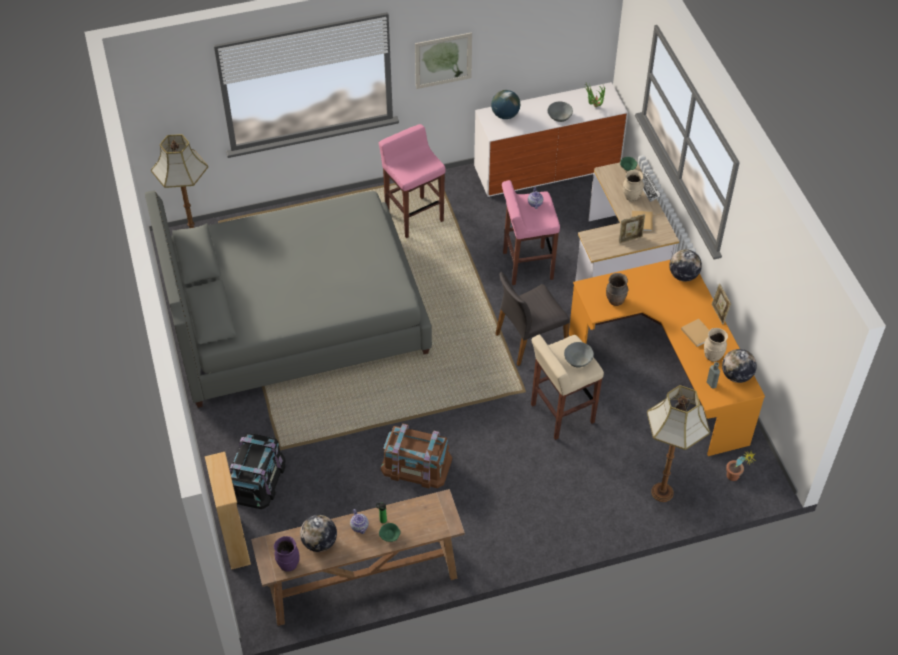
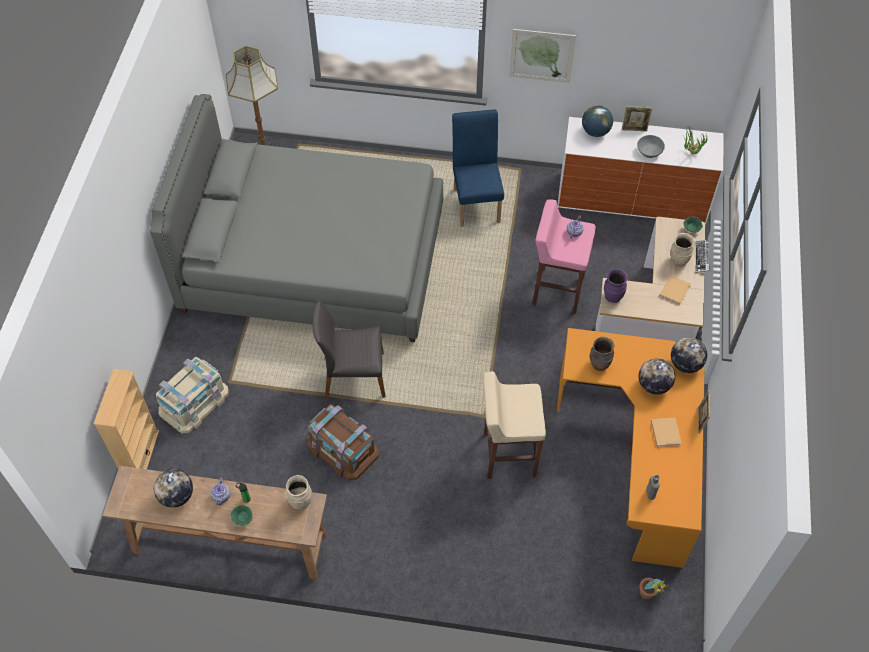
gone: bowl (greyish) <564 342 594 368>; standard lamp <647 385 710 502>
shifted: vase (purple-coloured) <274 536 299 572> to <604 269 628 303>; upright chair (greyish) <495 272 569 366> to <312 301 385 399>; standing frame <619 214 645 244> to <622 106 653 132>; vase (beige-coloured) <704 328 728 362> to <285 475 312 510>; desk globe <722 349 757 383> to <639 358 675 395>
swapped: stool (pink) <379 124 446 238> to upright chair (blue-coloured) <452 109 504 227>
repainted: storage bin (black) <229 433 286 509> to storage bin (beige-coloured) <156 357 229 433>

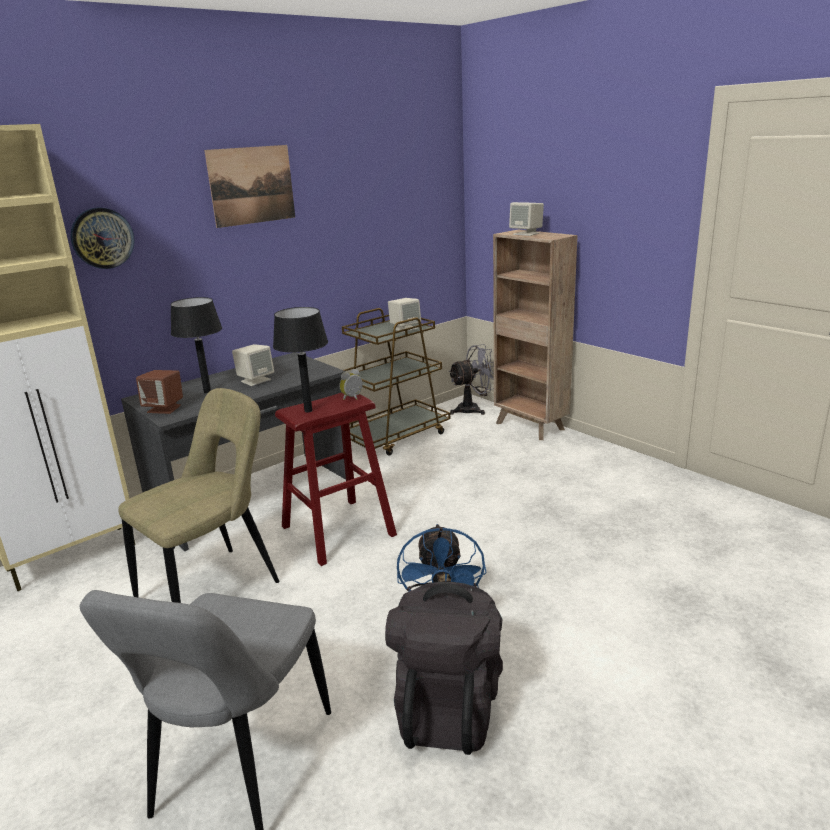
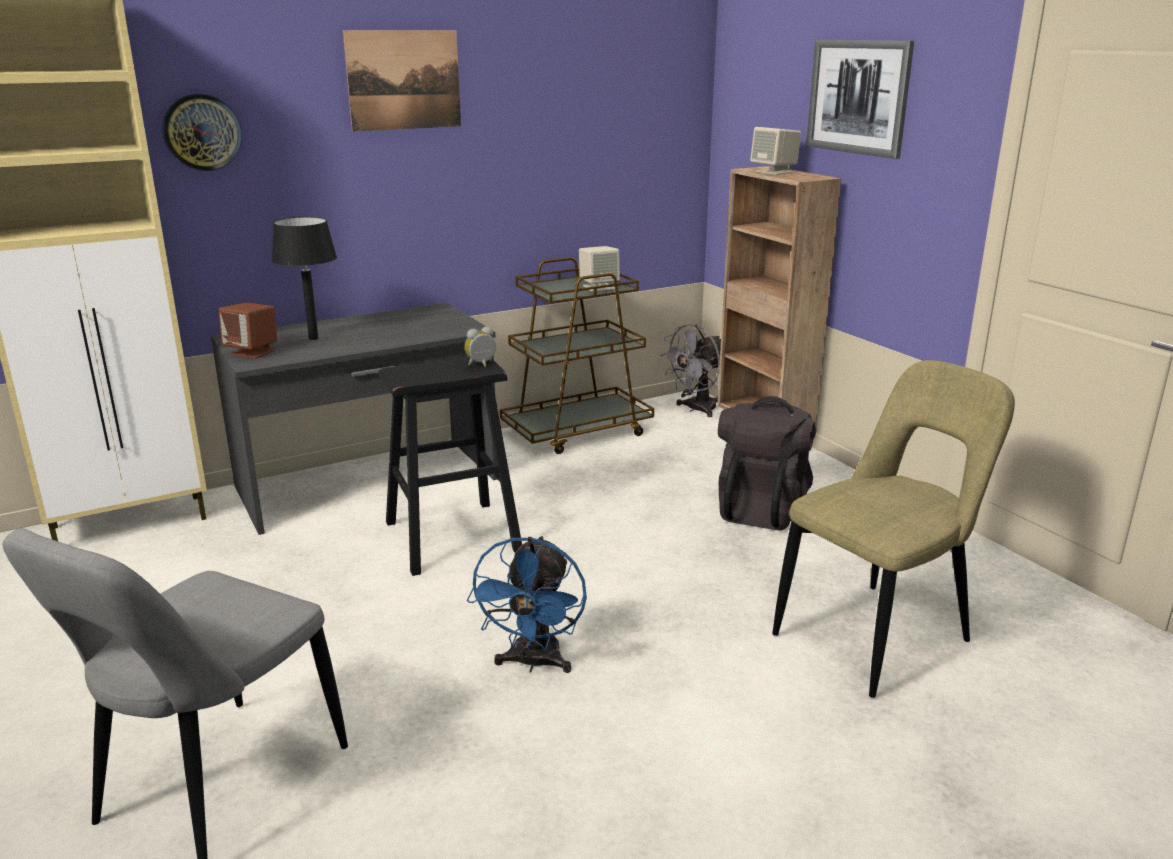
gone: audio speaker (beige-coloured) <232 344 274 386>; tabletop lamp (black) <273 307 328 413>
new: picture <806 40 914 159>
shifted: upright chair (beige-coloured) <118 388 280 603> to <772 360 1015 698>; knapsack (black) <385 582 503 755> to <718 396 817 530>
repainted: stool (red-coloured) <275 392 397 566> to stool (black) <379 357 522 576>
rotated: fan (greyish) <449 344 494 415> = <660 324 721 417> 150 degrees clockwise

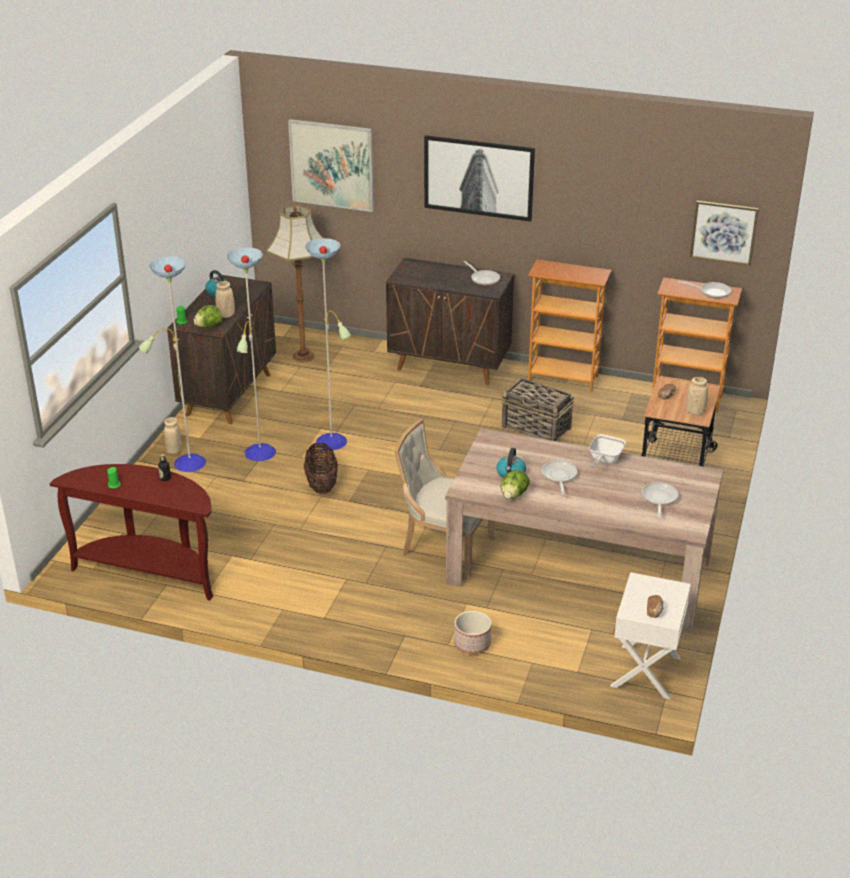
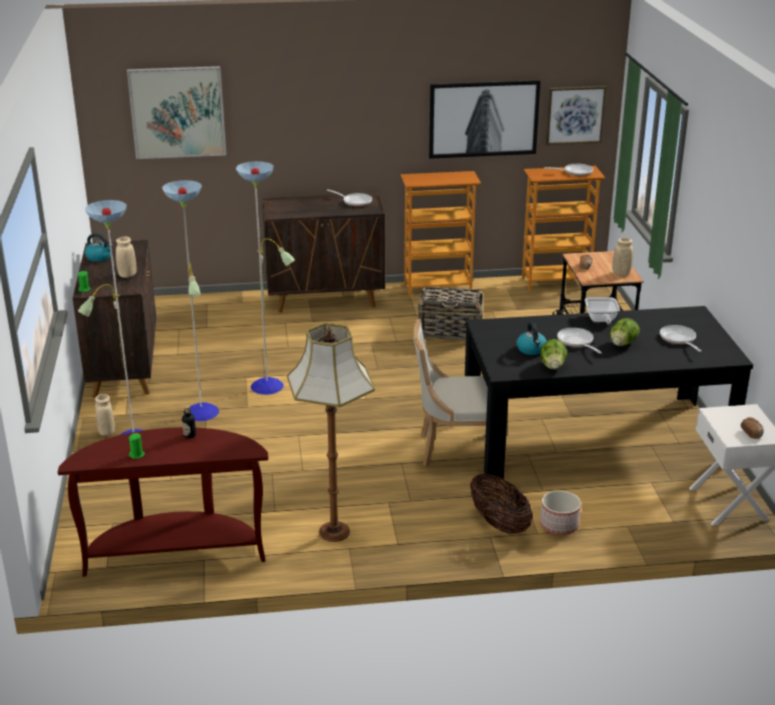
shifted: head of lettuce <194 305 222 328> to <610 318 640 346>; standard lamp <266 205 324 362> to <287 323 375 542>; storage basket <304 443 338 494> to <470 473 533 534>; picture <424 135 535 222> to <429 80 541 159>
repainted: kitchen table (beige-coloured) <445 428 724 634> to kitchen table (black) <465 306 753 480>

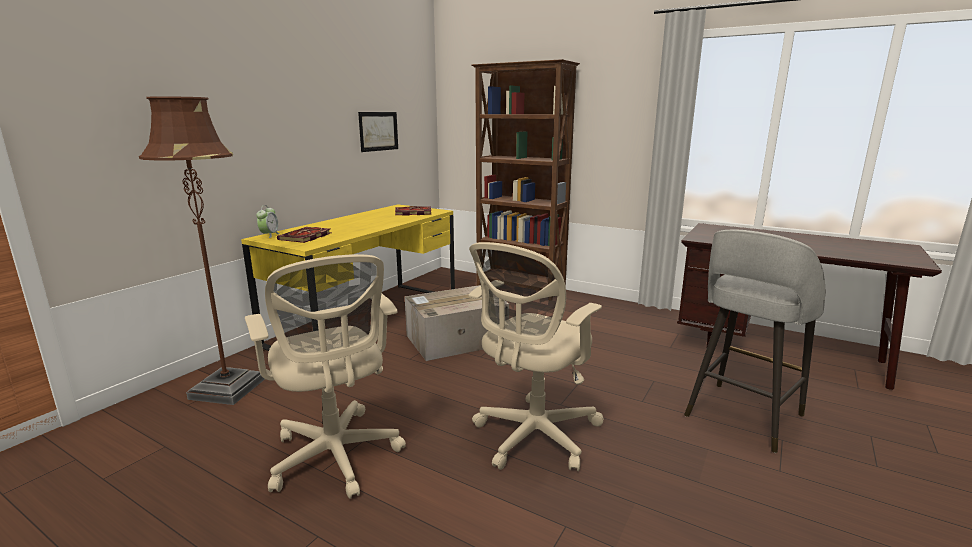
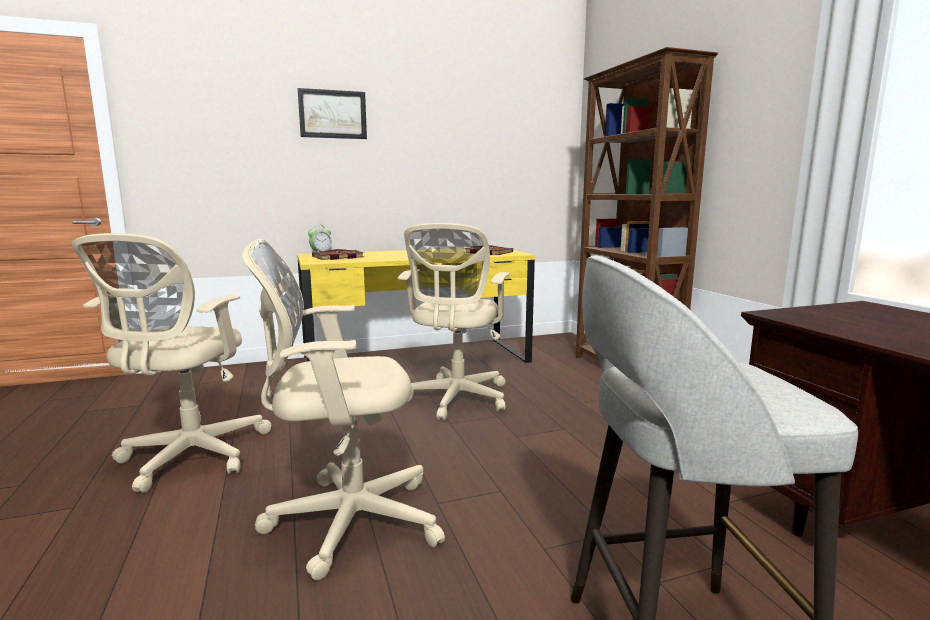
gone: standard lamp (brown) <139 96 265 405>
shifted: picture <358 112 398 152> to <298 88 367 139>
swapped: carton <405 285 509 361> to office chair (beige-coloured) <398 223 509 421>

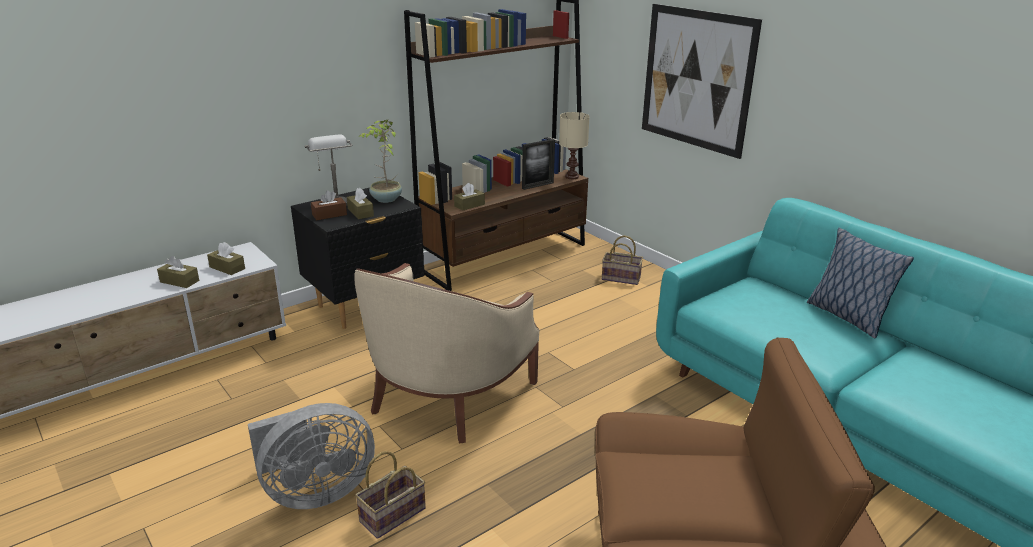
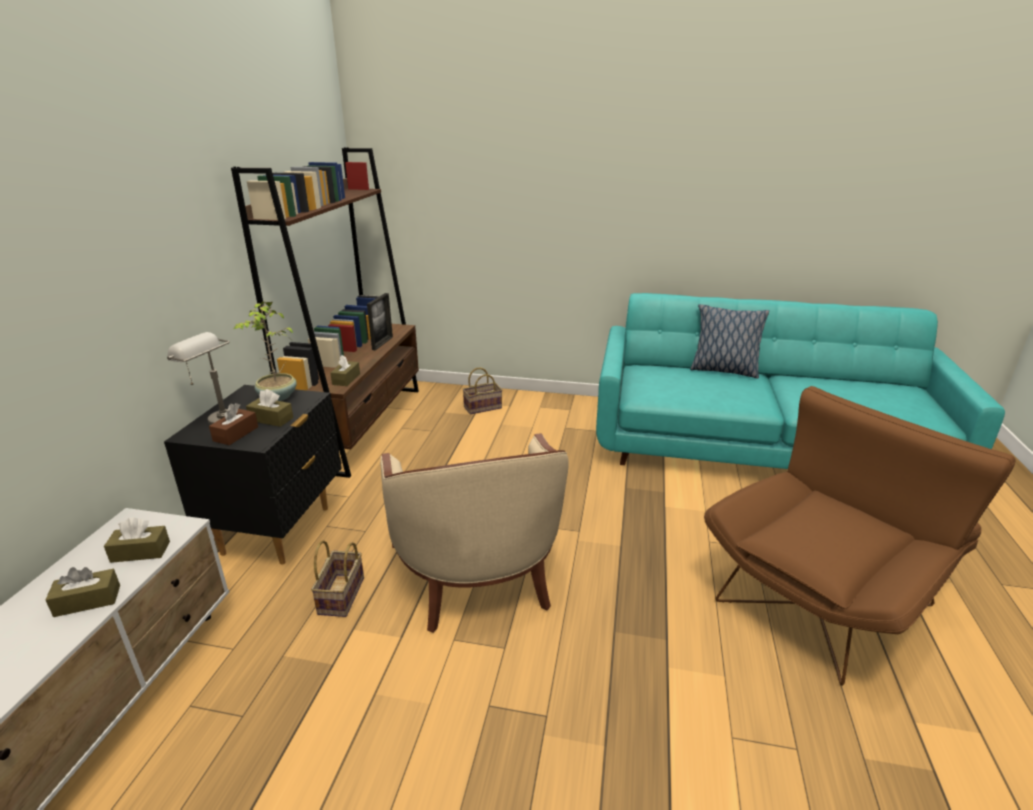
gone: fan (greyish) <248 403 375 509>; tabletop lamp (beige-coloured) <559 112 590 179>; picture <642 4 762 159>
shifted: storage basket <355 451 426 539> to <311 540 364 617>

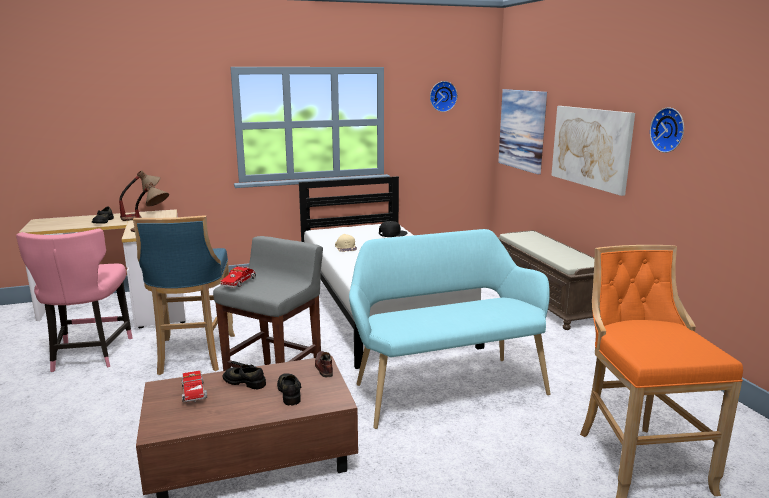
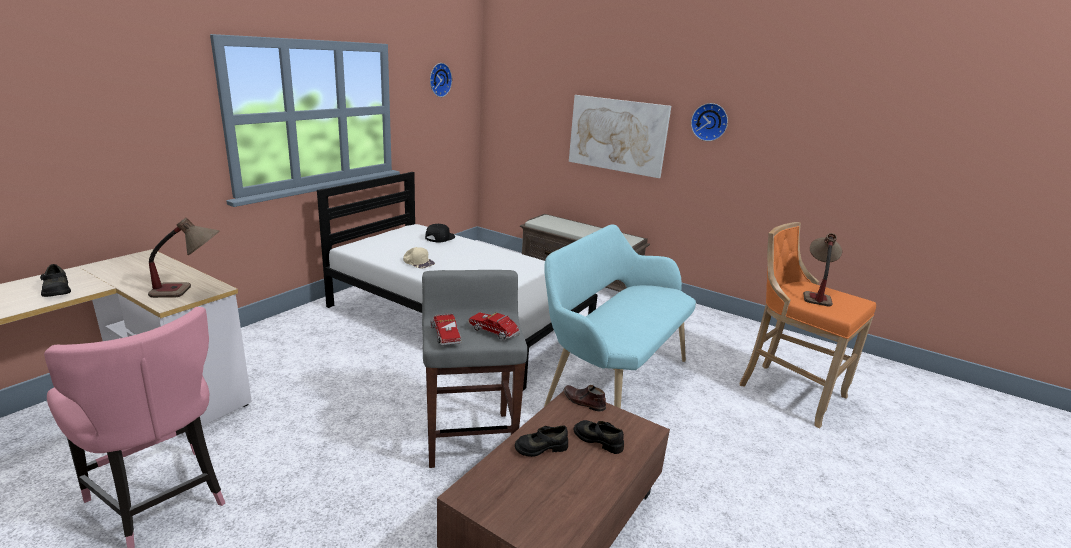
gone: stool (blue-coloured) <133 215 235 375>; picture <498 89 547 174>
shifted: tabletop lamp <119 170 161 221> to <803 233 842 306>; toy truck <182 371 207 403> to <469 312 520 340>

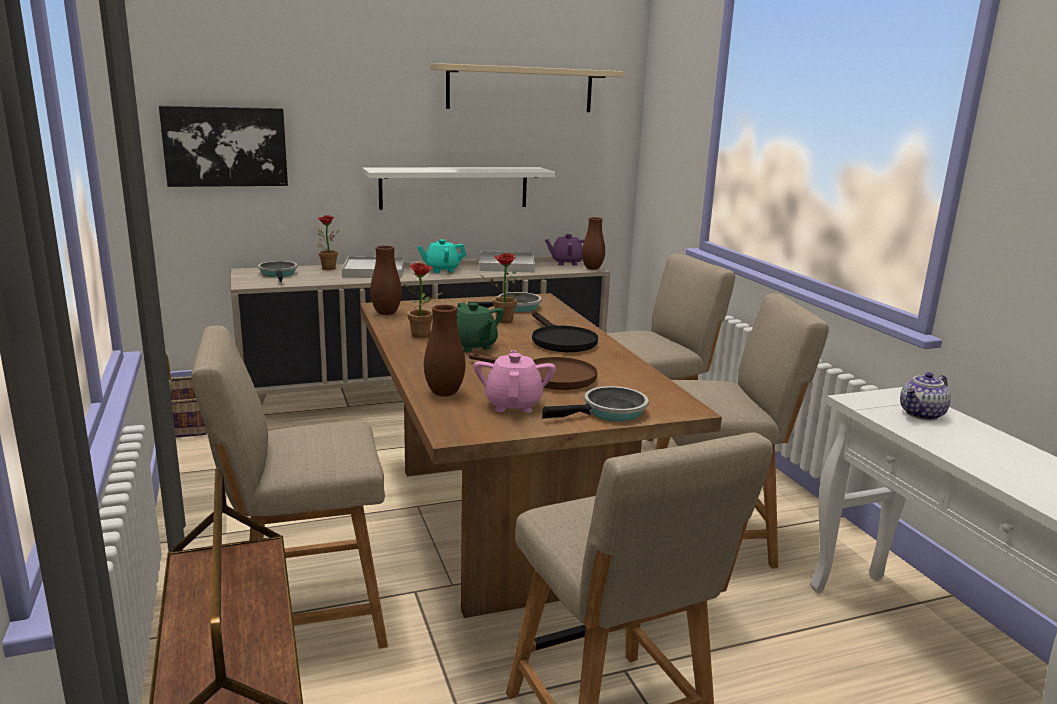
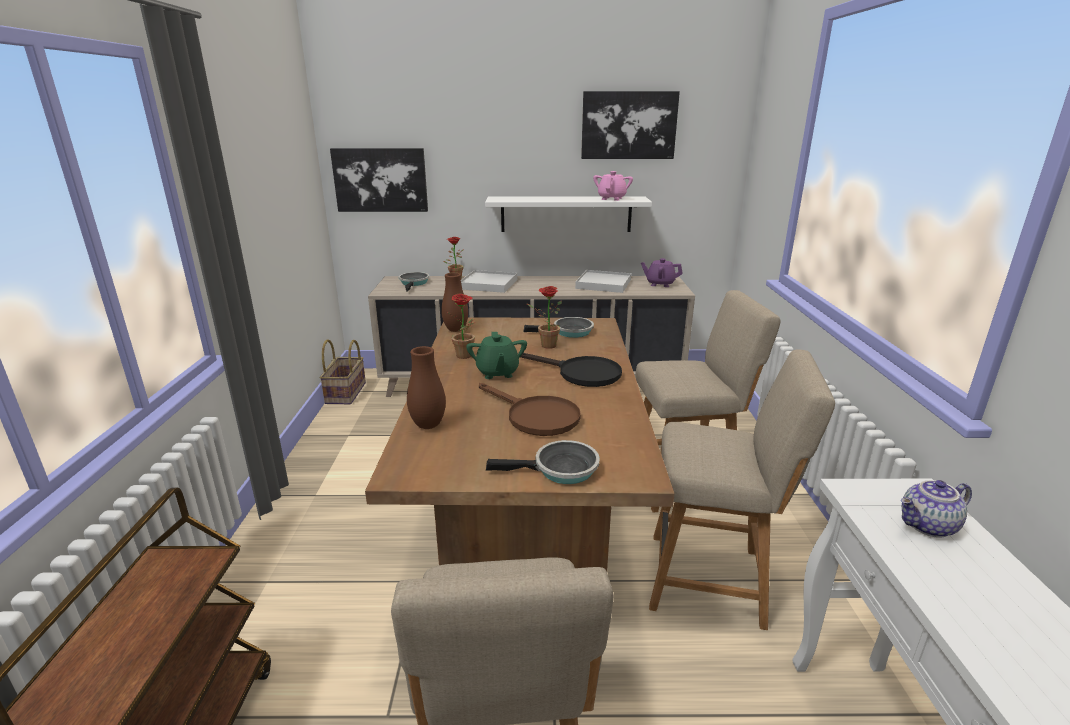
gone: upright chair (beige-coloured) <191 325 388 649>; teapot (turquoise-coloured) <417 239 466 273>; vase (brown) <582 217 605 270>
shifted: teapot (pink) <474 350 556 413> to <593 171 633 201>
swapped: wall shelf (beige-coloured) <430 63 623 112> to picture <581 91 680 159>
rotated: frying pan (black) <532 312 598 352> = <520 353 622 387> 60 degrees counterclockwise

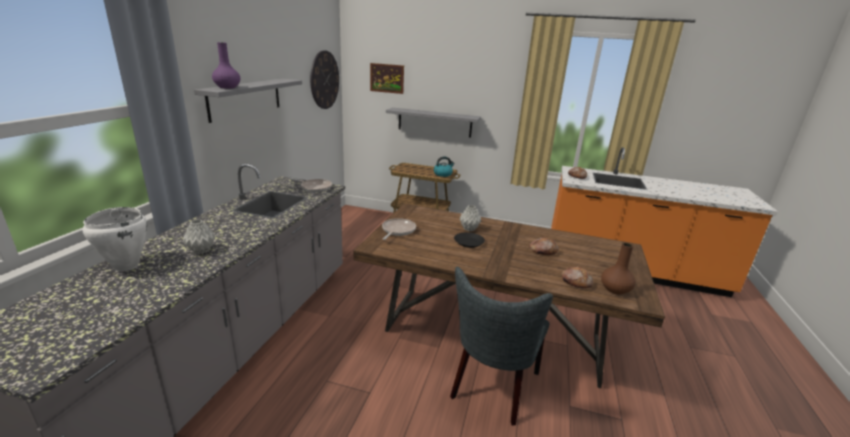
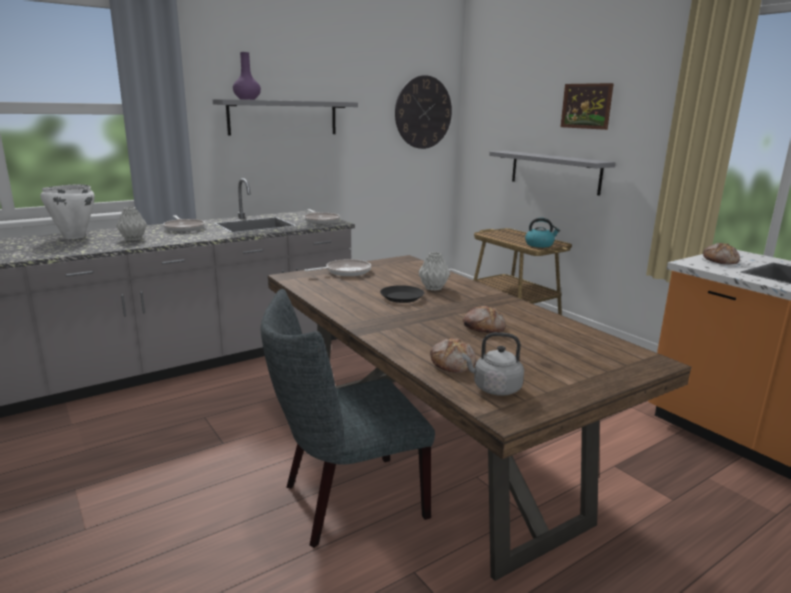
new: frying pan <163 215 205 232>
shifted: picture <370 63 404 94> to <560 83 614 130>
swapped: vase (brown) <601 243 636 295> to kettle (greyish) <462 332 524 396>

